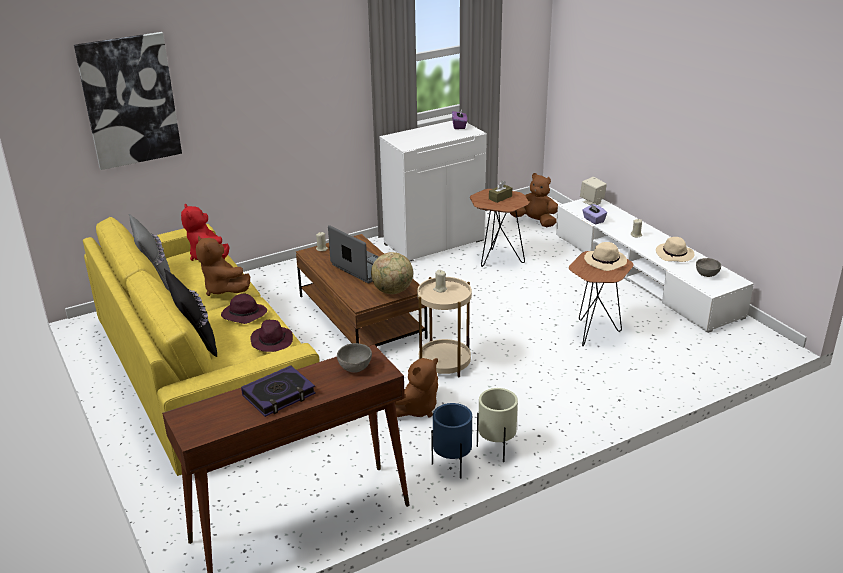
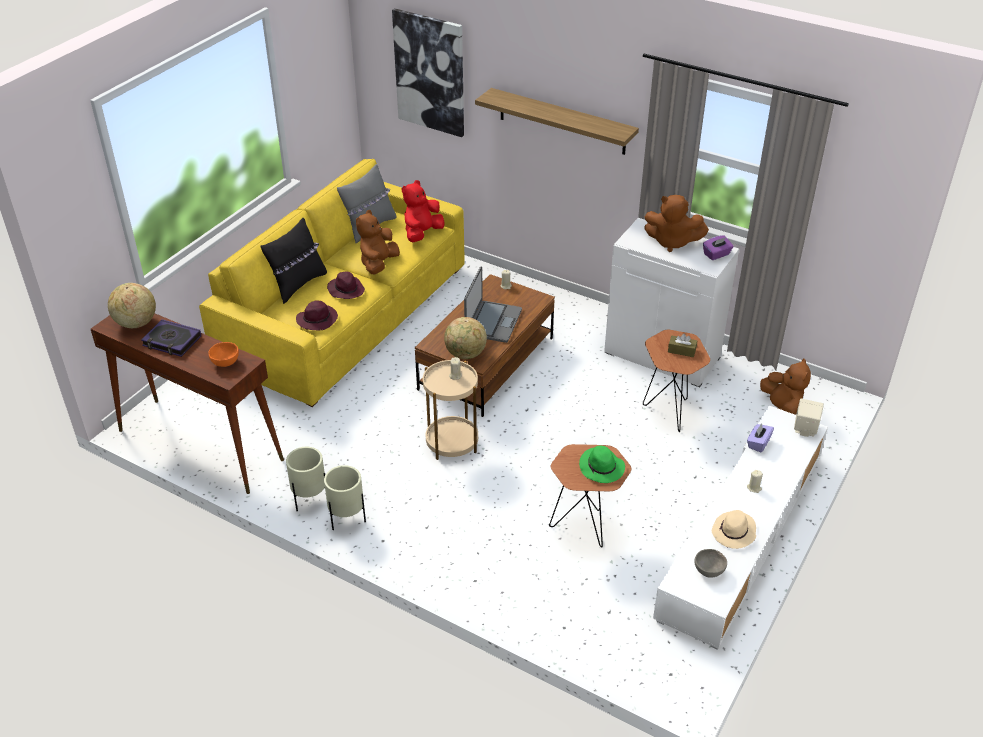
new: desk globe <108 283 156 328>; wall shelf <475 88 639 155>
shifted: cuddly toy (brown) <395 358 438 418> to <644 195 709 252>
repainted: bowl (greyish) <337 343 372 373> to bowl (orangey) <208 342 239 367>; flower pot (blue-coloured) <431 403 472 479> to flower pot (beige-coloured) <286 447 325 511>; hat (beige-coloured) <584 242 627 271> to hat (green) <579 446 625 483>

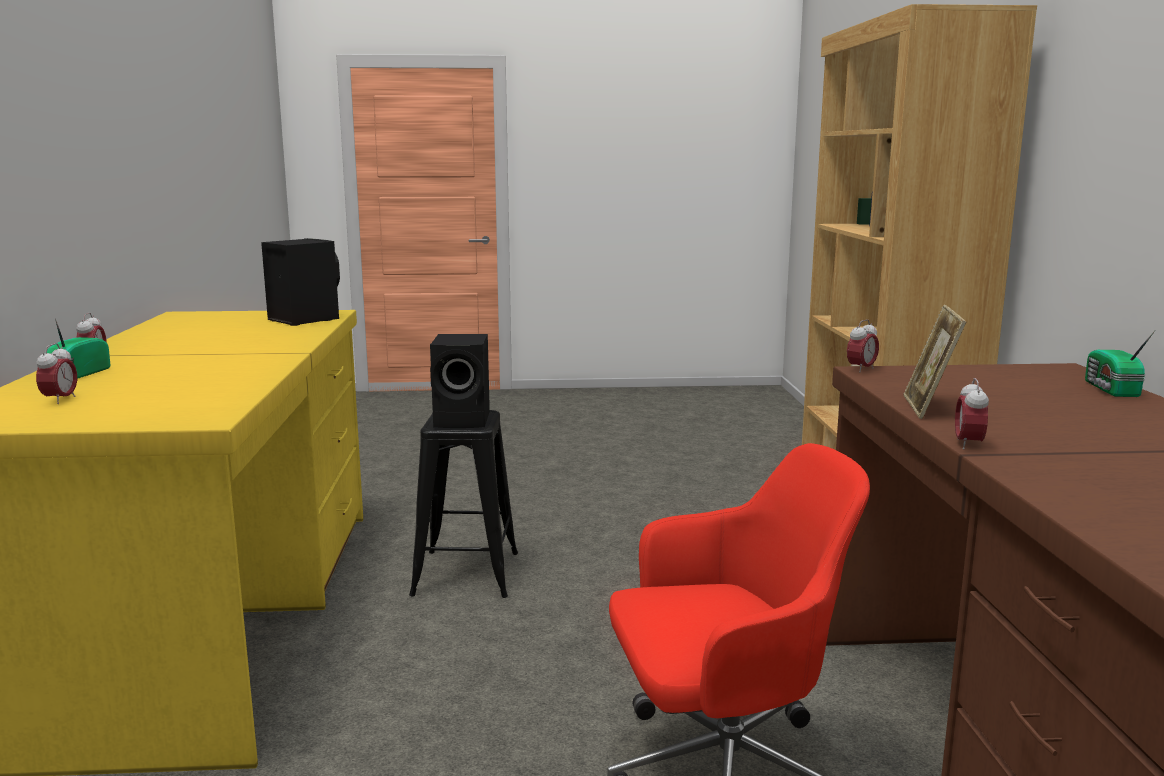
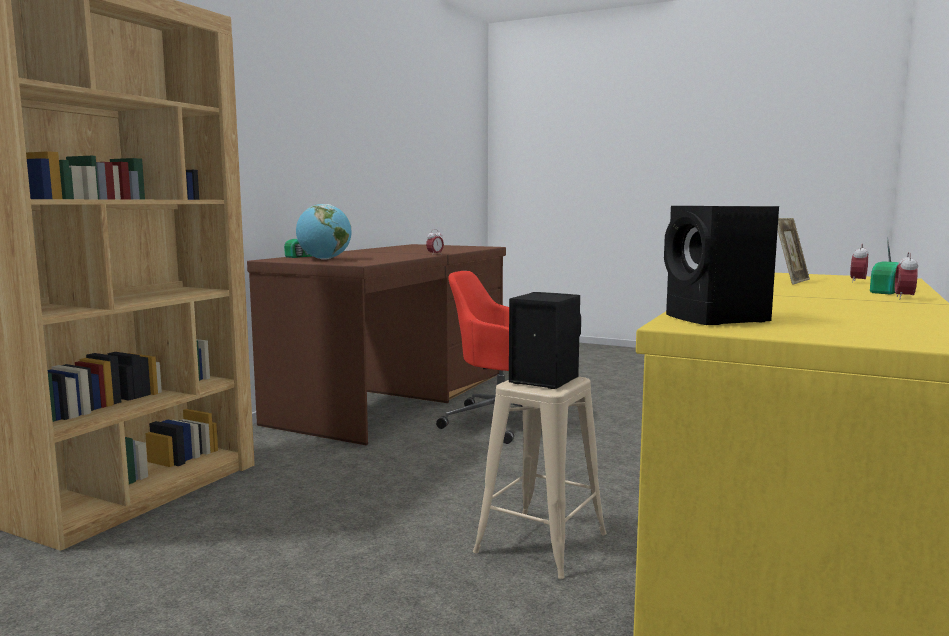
gone: bedside clock <847 319 879 372>
new: desk globe <296 204 351 260>
shifted: standing frame <903 305 966 419> to <778 218 810 285>
repainted: stool (black) <409 410 518 598> to stool (beige-coloured) <473 377 607 579>

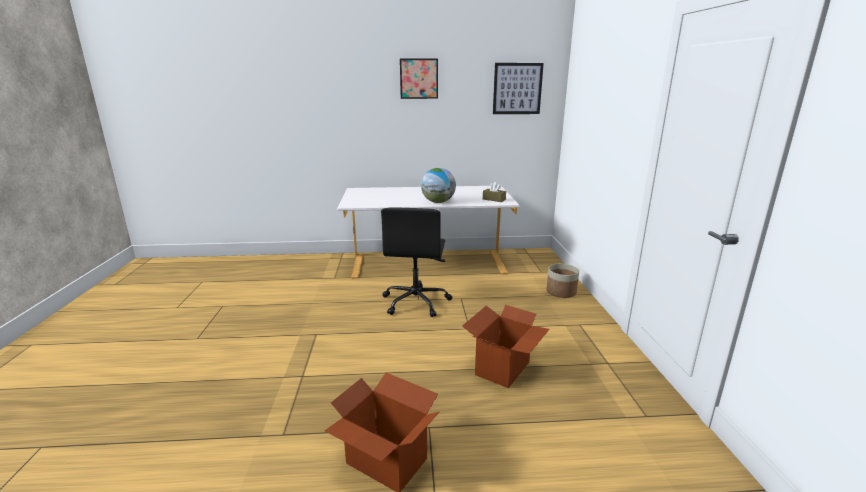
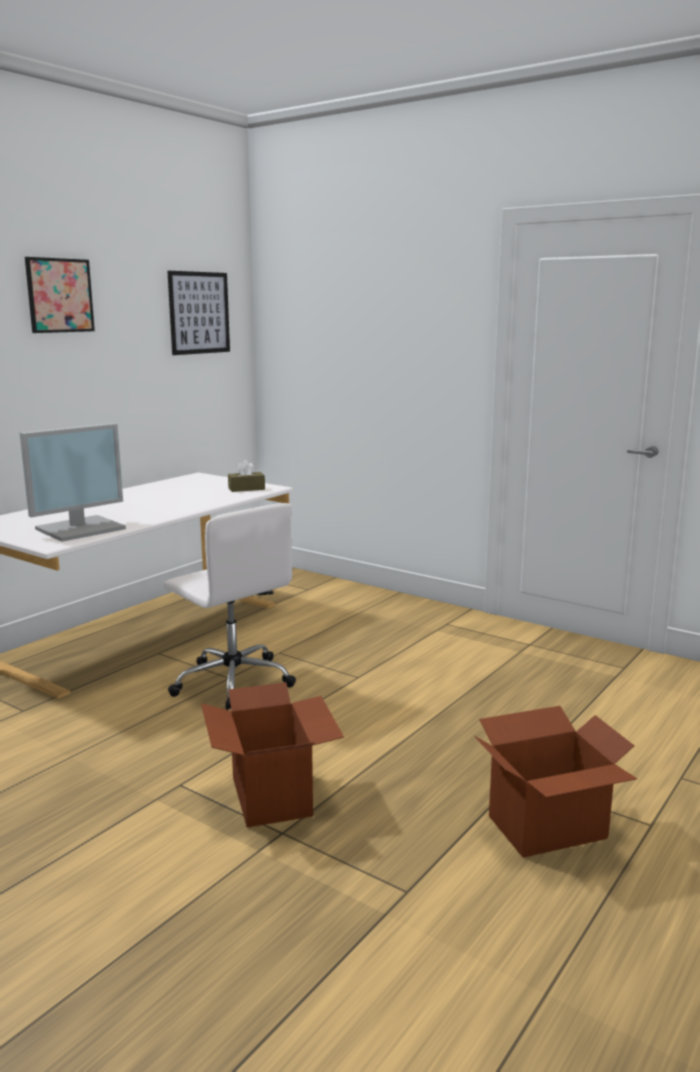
gone: desk globe <421 168 456 203>; flower pot <546 264 579 298>
new: computer display <20 423 126 542>
shifted: carton <462 305 549 388> to <201 682 344 828>
repainted: office chair (black) <381 207 452 317> to office chair (white-coloured) <164 503 296 710>

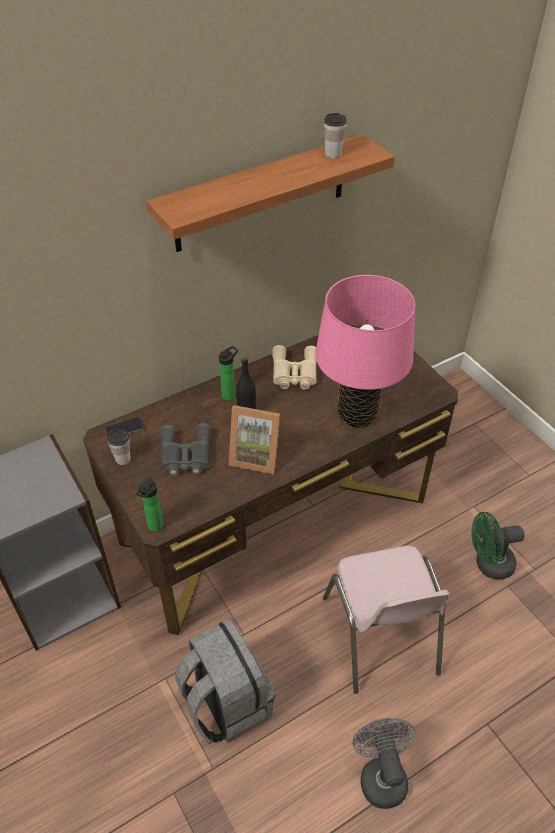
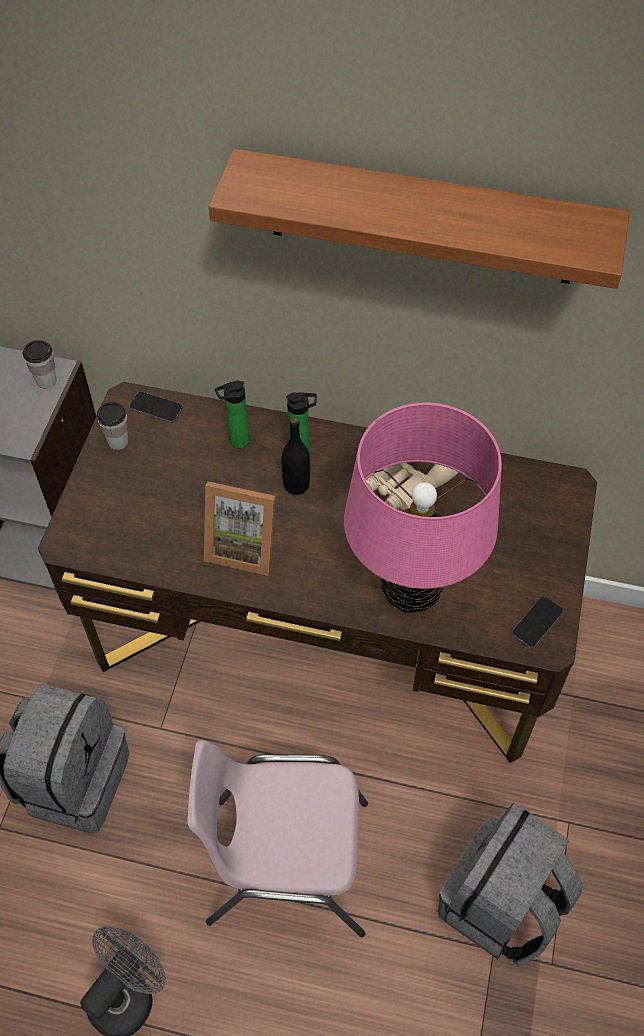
gone: pair of binoculars (greyish) <160 423 211 476>
new: phone <512 596 564 648>
shifted: beverage bottle <136 477 164 532> to <215 381 249 448>; cup <324 113 347 158> to <23 340 56 388>
swapped: fan (green) <472 512 525 579> to knapsack (greyish) <438 803 583 965>
rotated: standing frame <229 405 280 475> = <204 482 275 576> 45 degrees counterclockwise; upright chair (pink) <323 546 450 694> = <187 740 368 937> 60 degrees clockwise

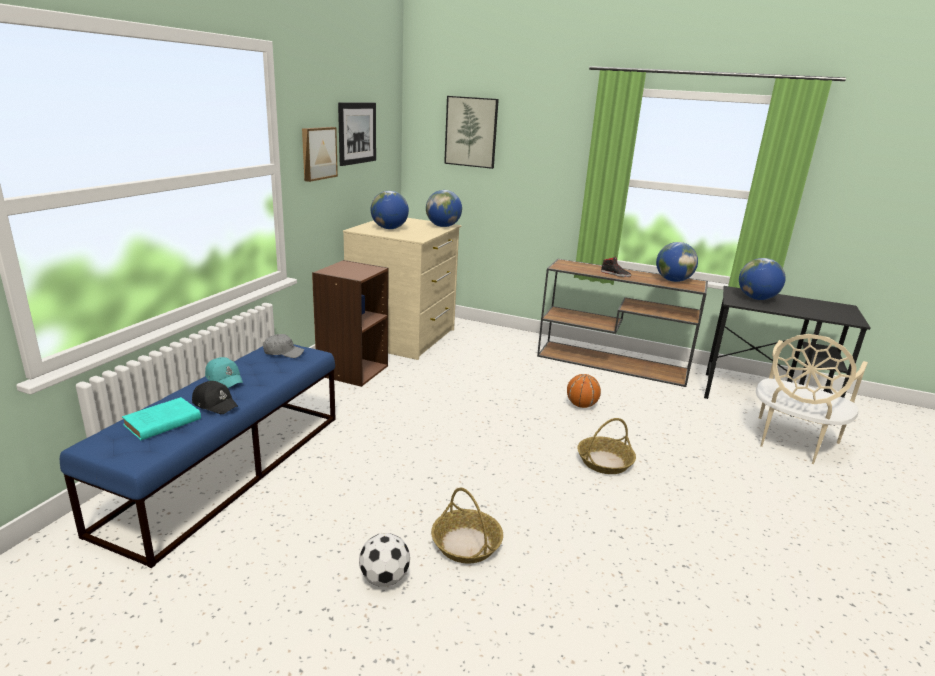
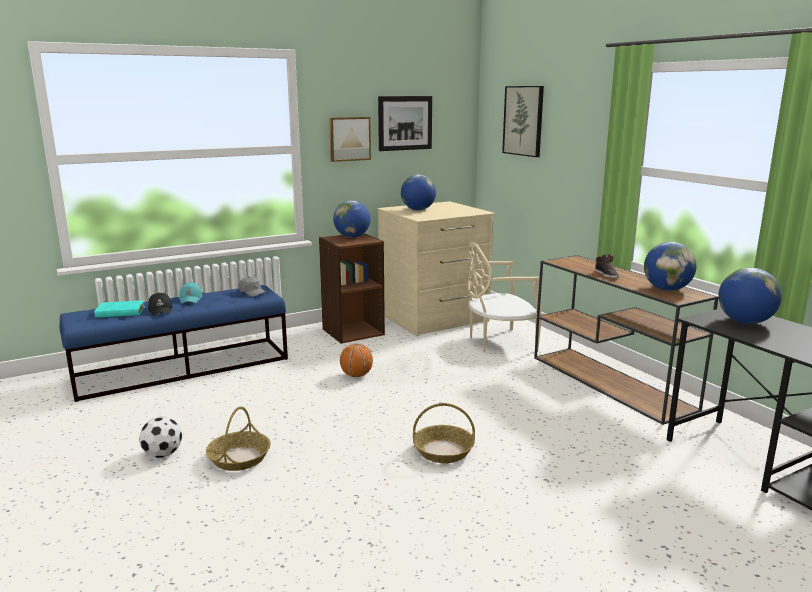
shifted: desk globe <426 190 462 227> to <333 200 370 238>; ball for basketball <567 374 601 408> to <340 343 373 377>; upright chair (beige-coloured) <756 334 868 464> to <467 242 542 352>

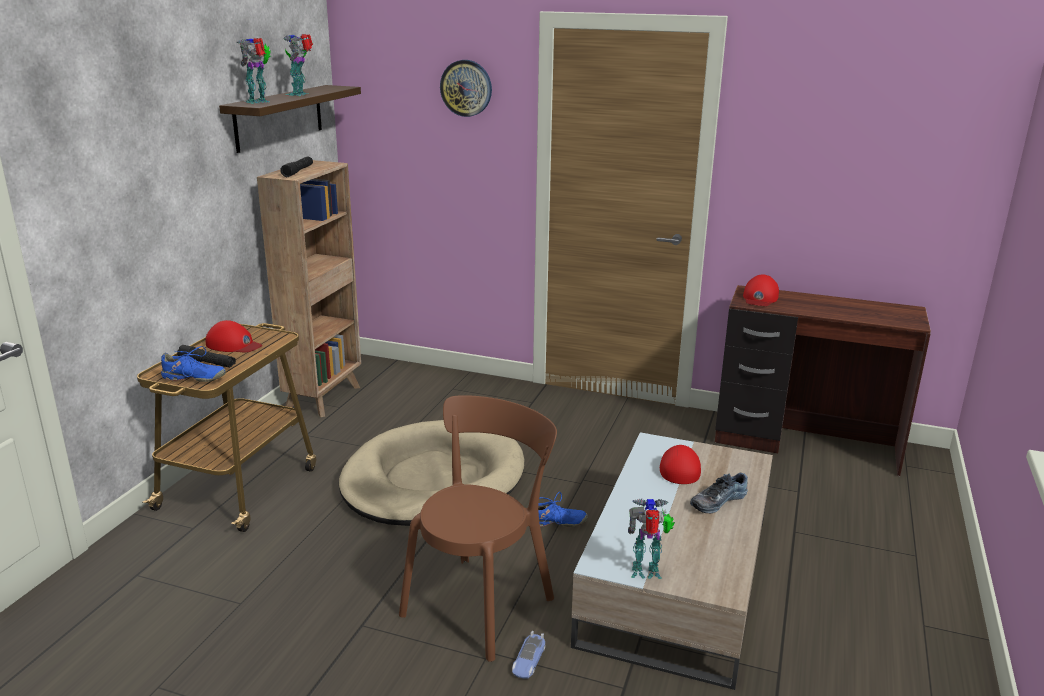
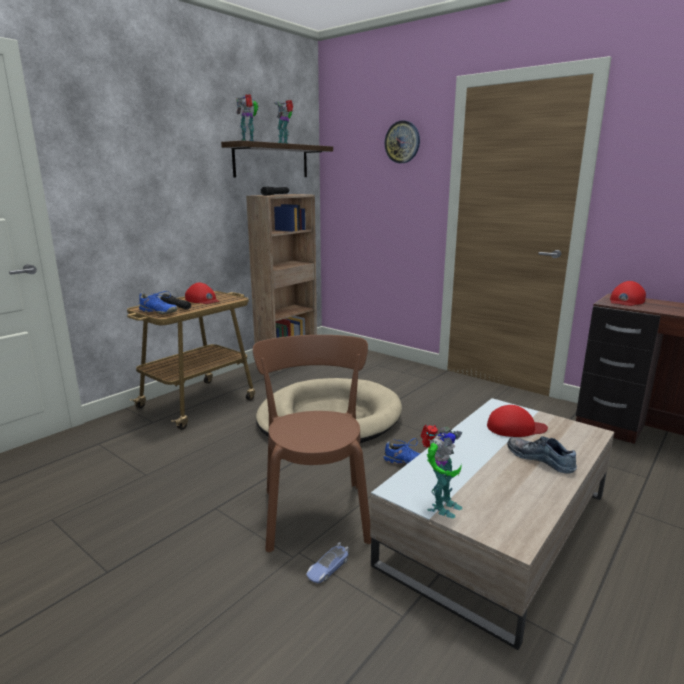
rotated: upright chair (brown) <399 395 557 662> = <253 335 371 552> 60 degrees counterclockwise; toy robot <628 499 675 579> = <420 425 462 518> 105 degrees clockwise; peaked cap (red-coloured) <660 445 701 484> = <487 405 548 437> 60 degrees clockwise; low shoe <690 473 748 513> = <507 436 577 474> 60 degrees clockwise

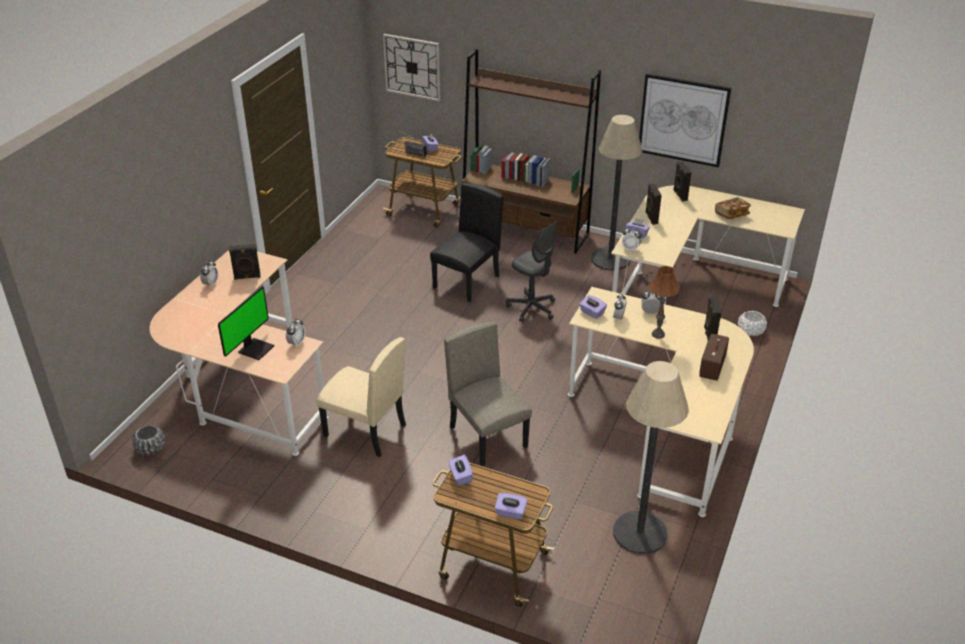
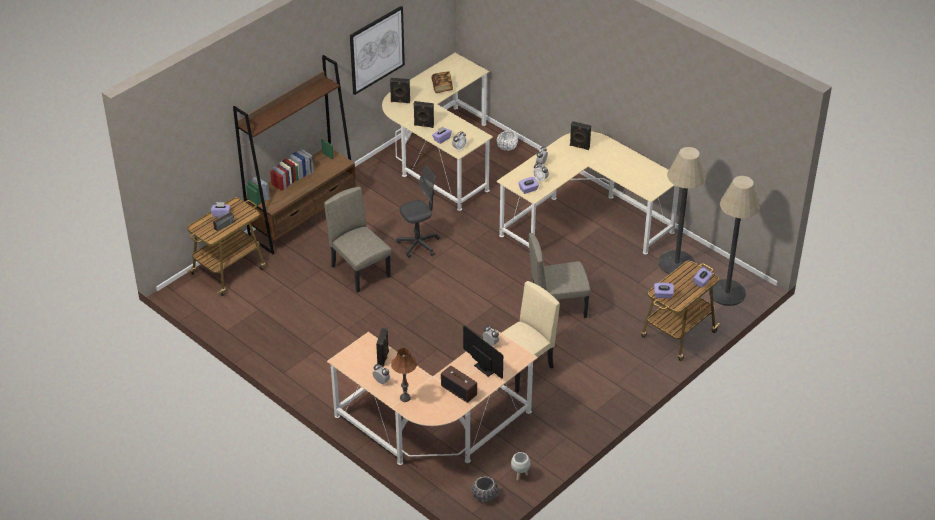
gone: hanging clock <383 34 440 101>
new: flower pot (white-coloured) <511 452 530 481>
shifted: standard lamp <591 115 642 270> to <709 176 760 306>; tabletop lamp (brown) <648 266 680 339> to <391 348 417 402>; radio <699 334 729 381> to <441 366 477 403>
repainted: upright chair (black) <430 183 503 302> to upright chair (beige-coloured) <324 187 391 293>

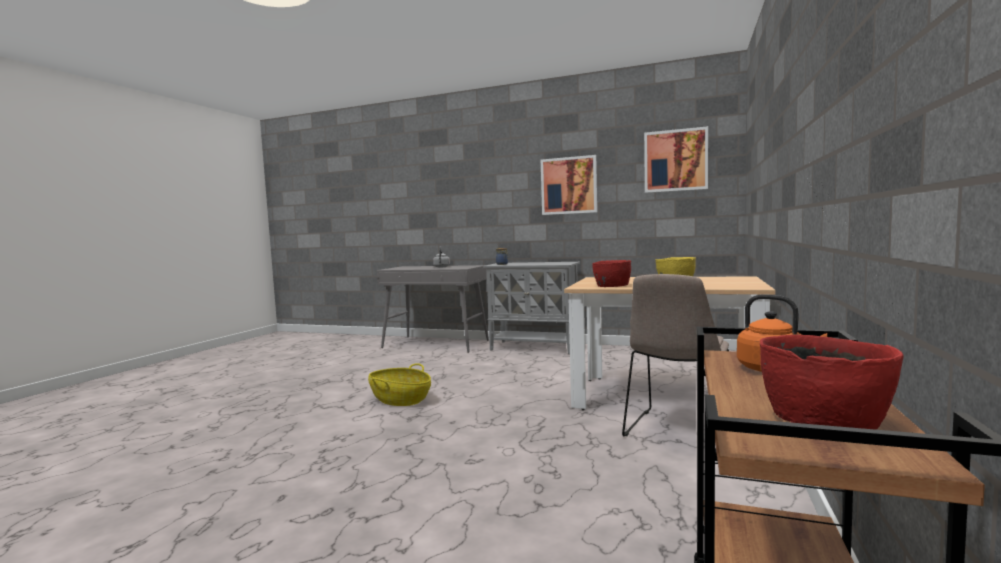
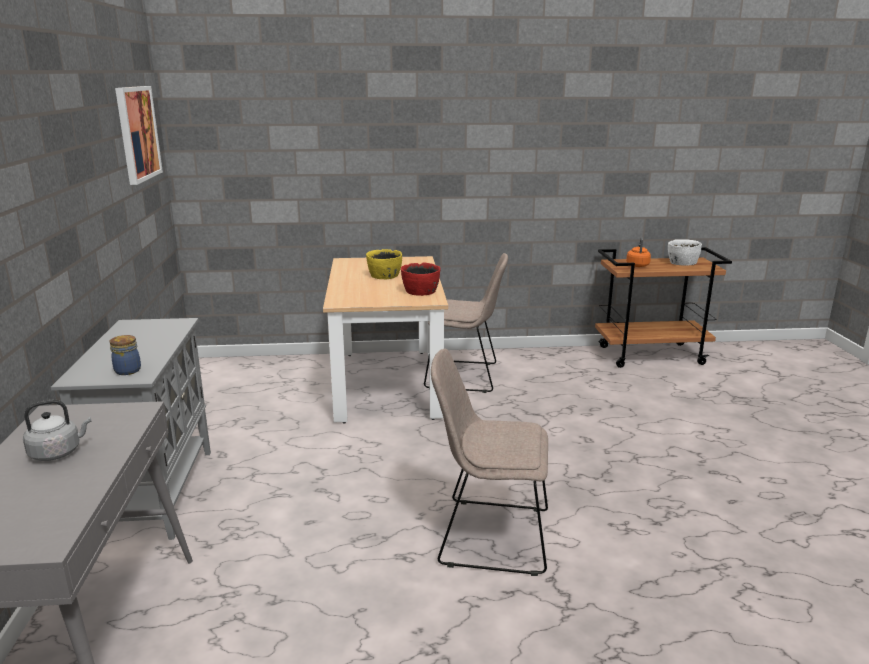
gone: picture <541 155 597 215>
swapped: storage basket <368 363 431 406> to upright chair (beige-coloured) <431 349 548 576>
repainted: bowl (red-coloured) <760 335 904 430> to bowl (white-coloured) <668 239 702 266>

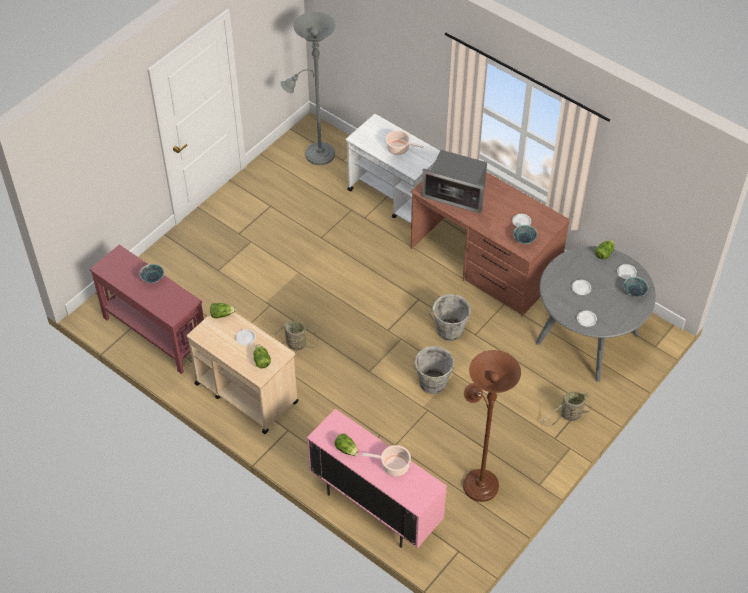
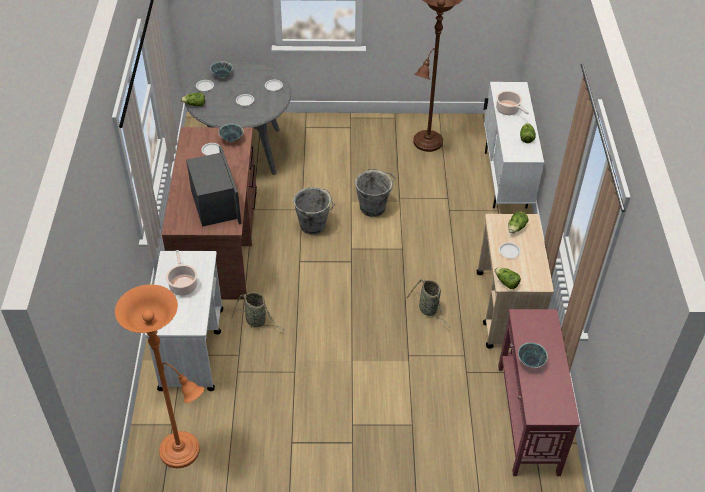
shifted: storage basket <542 392 592 426> to <231 292 285 331>
repainted: standard lamp (greyish) <280 12 335 165> to standard lamp (orangey) <115 284 204 468>; cabinet (pink) <307 409 447 548> to cabinet (white-coloured) <483 82 544 209>

